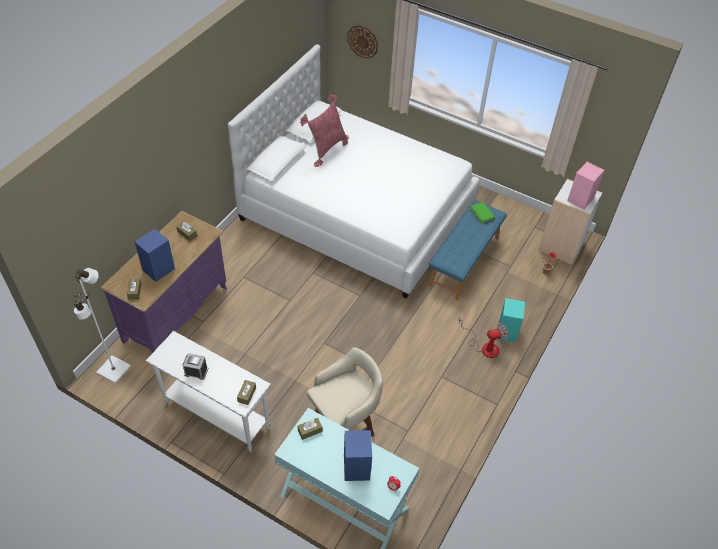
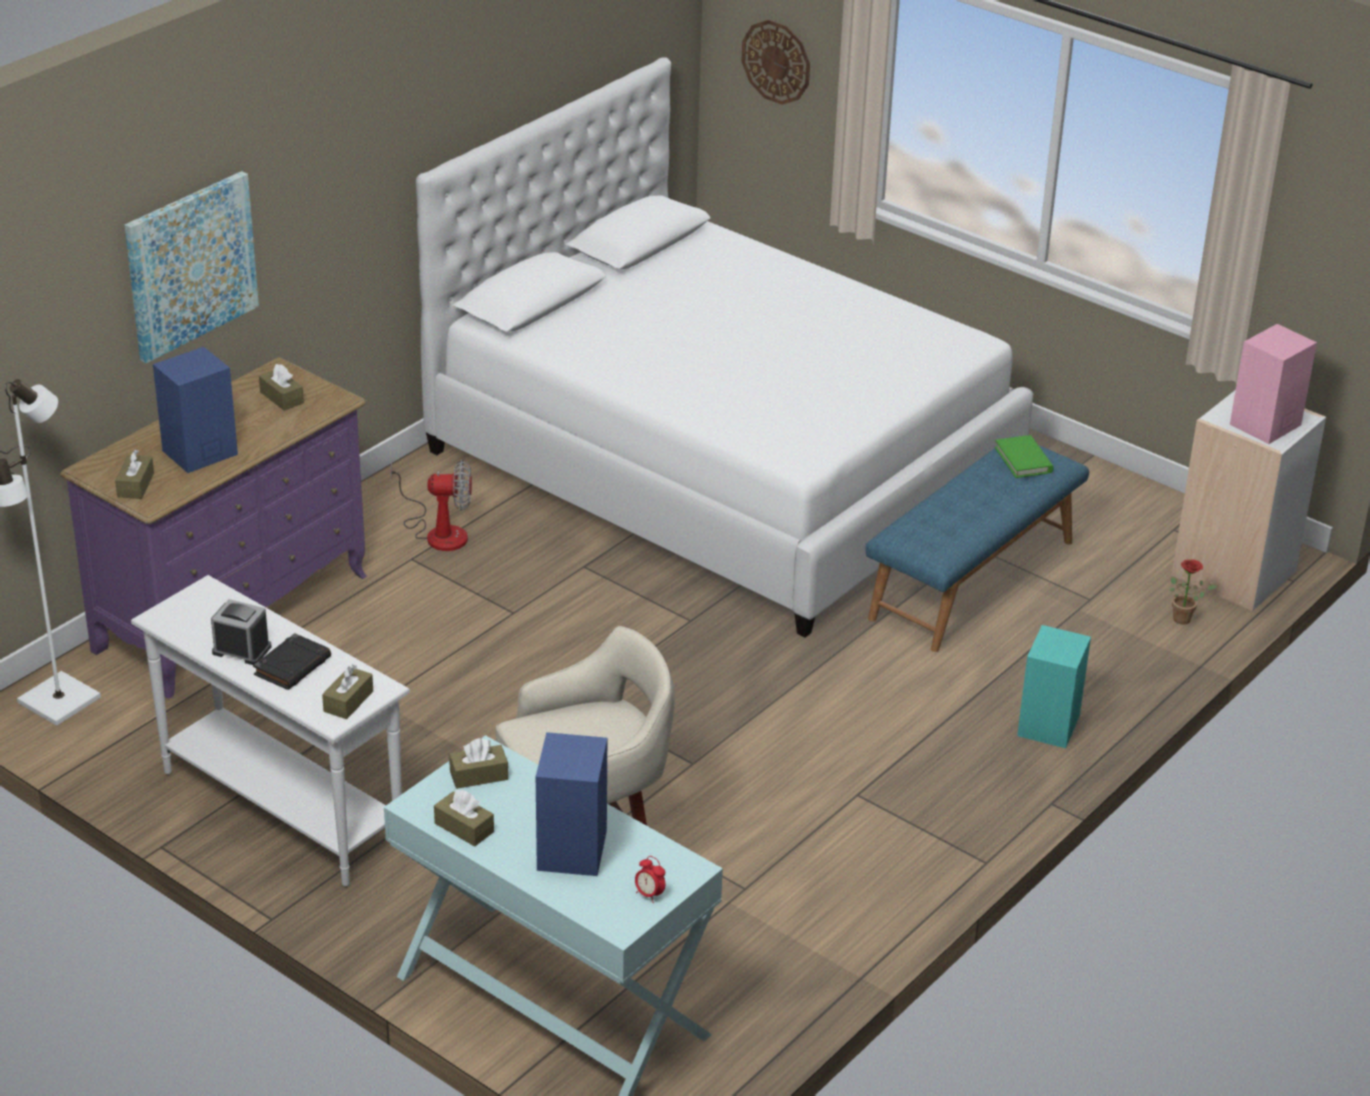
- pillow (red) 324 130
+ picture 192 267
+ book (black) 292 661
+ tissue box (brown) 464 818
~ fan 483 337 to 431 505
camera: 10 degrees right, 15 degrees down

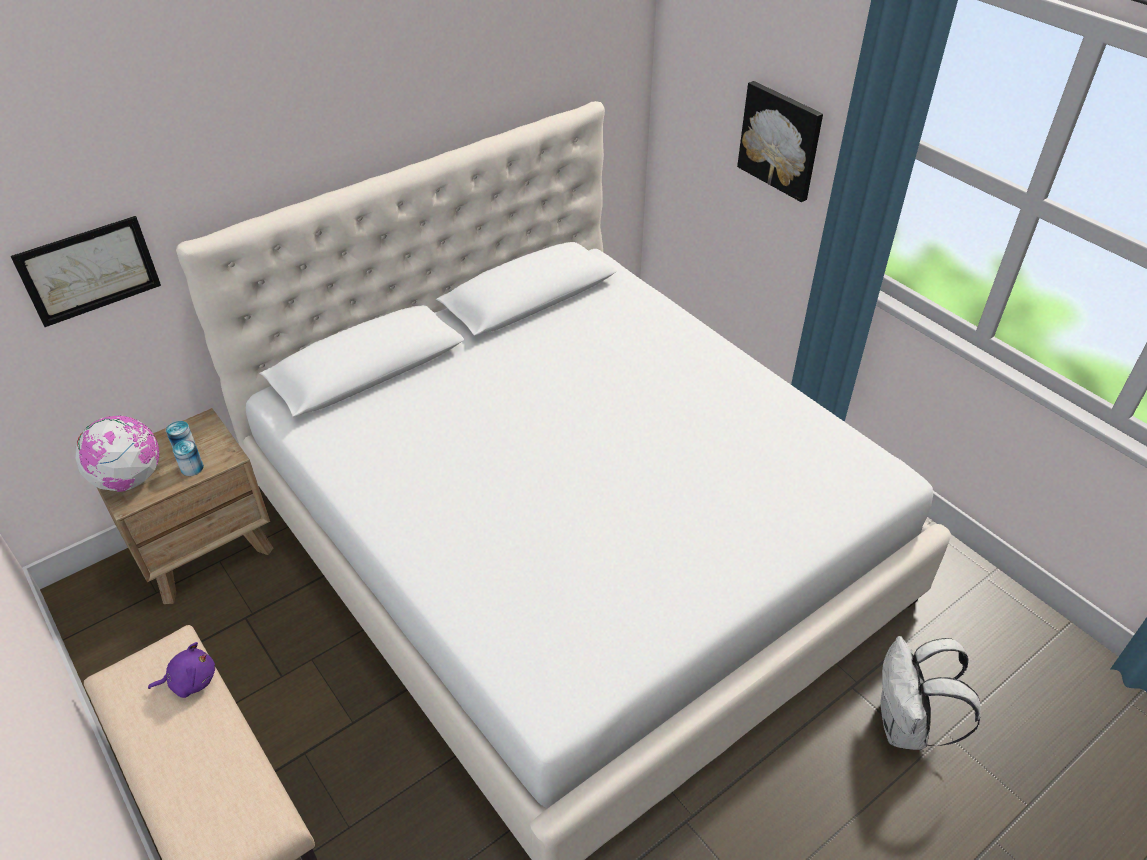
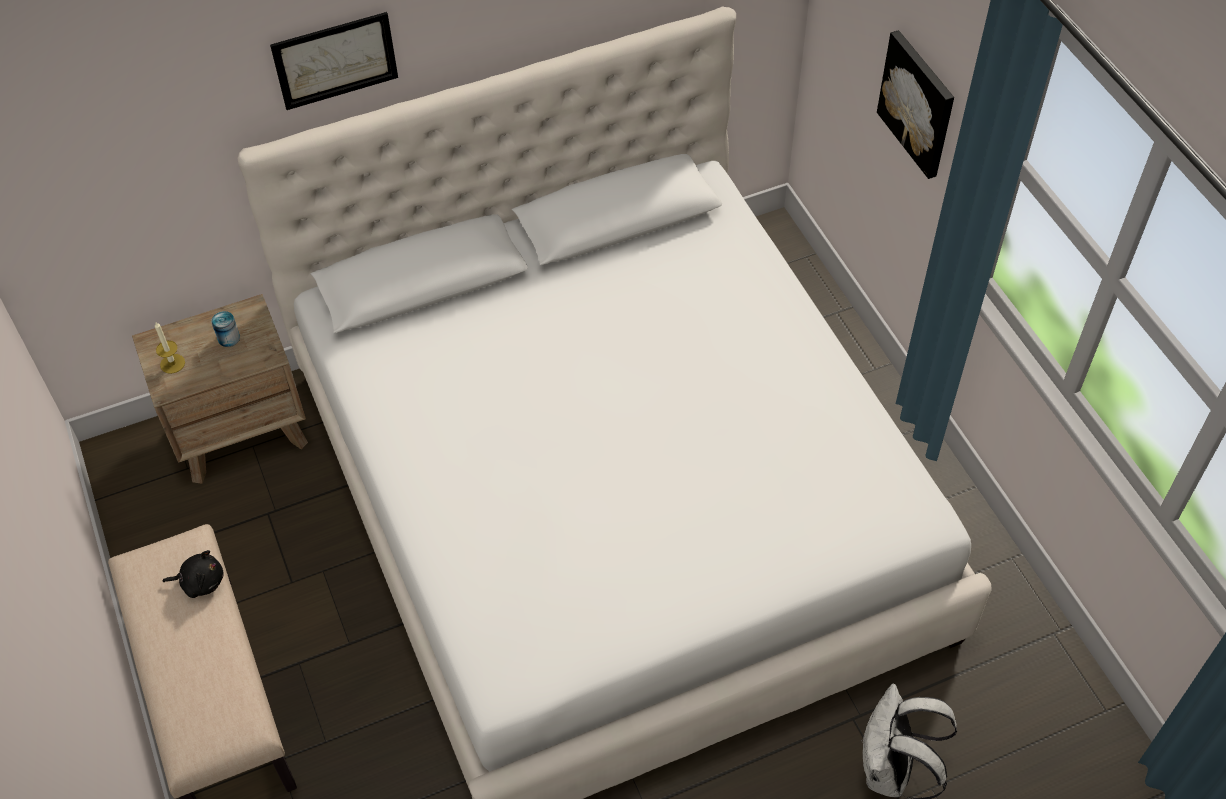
- can 188 458
~ picture 86 271 to 334 61
~ globe 117 454 to candle 170 348
~ plush toy (purple) 181 670 to plush toy (black) 193 574
camera: 15 degrees right, 10 degrees up

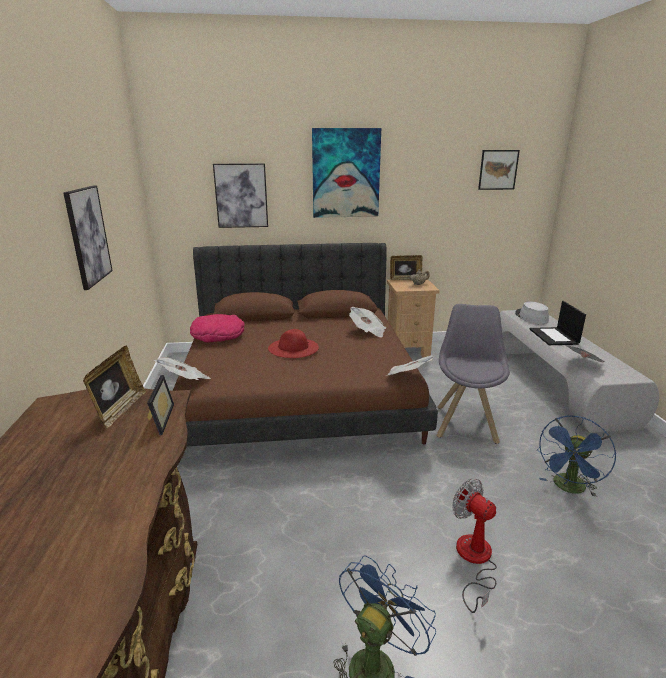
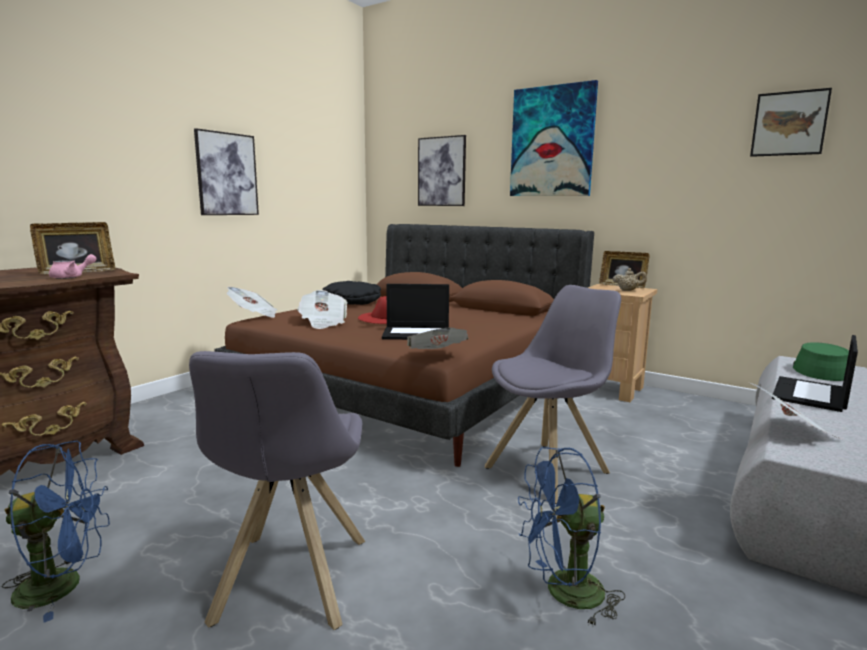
+ laptop 415 312
~ newspaper 367 322 to 322 309
~ picture frame 160 405 to teapot (pink) 73 266
~ fan 474 545 to chair (grey) 277 490
~ pillow (pink) 217 328 to pillow (black) 351 293
~ hat (grey) 532 312 to hat (green) 821 361
camera: 40 degrees right, 10 degrees down

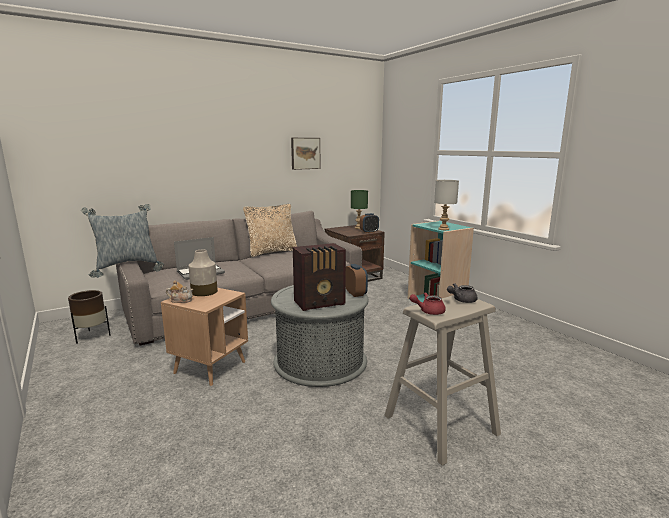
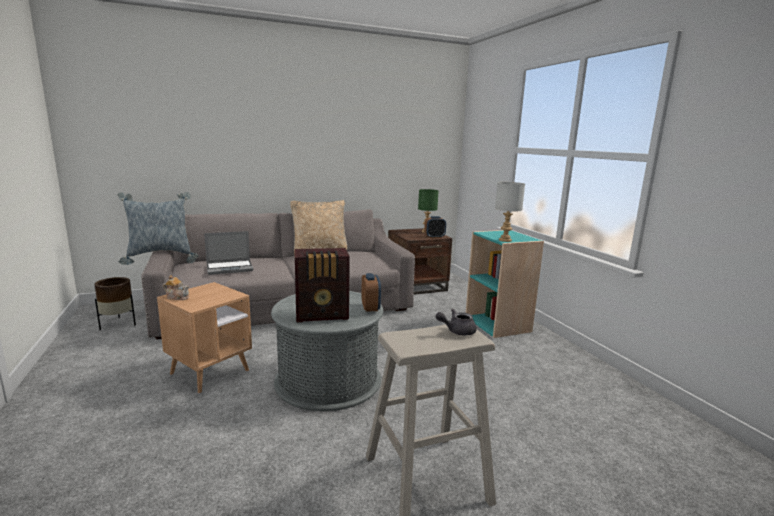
- vase (beige) 203 273
- picture 305 154
- teapot (red) 427 303
camera: 10 degrees right, 0 degrees up

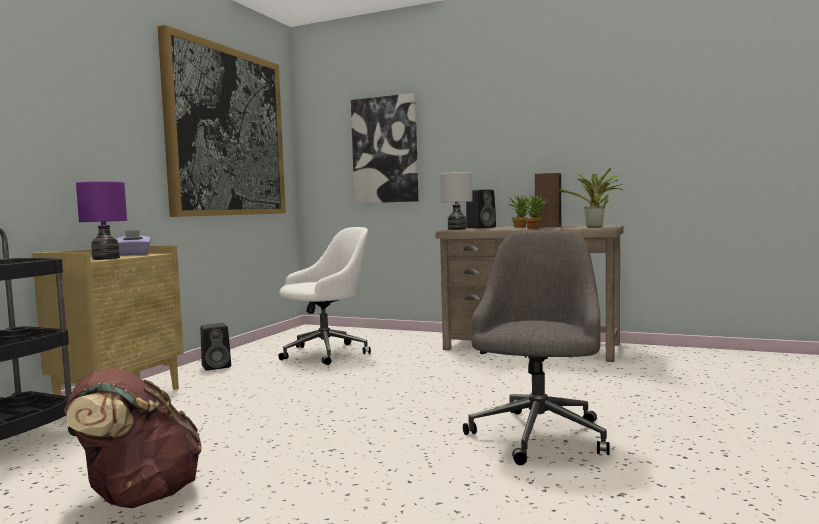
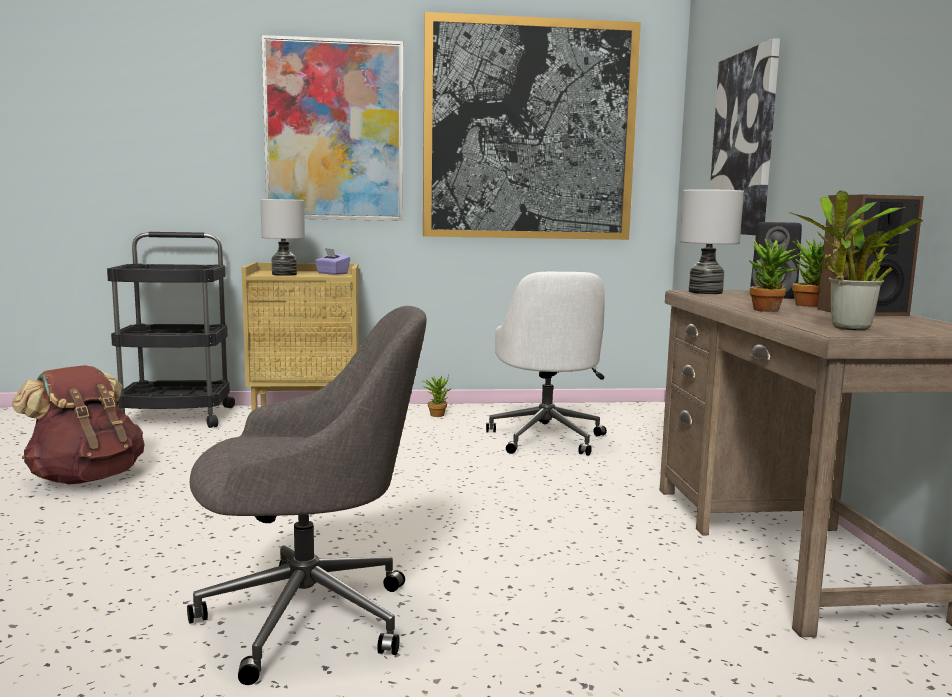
+ picture 332 128
~ speaker (black) 215 347 to potted plant 437 396
~ table lamp (purple) 101 220 to table lamp (grey) 282 237
~ office chair (white) 324 296 = 546 364 60 degrees clockwise
camera: 60 degrees right, 5 degrees up

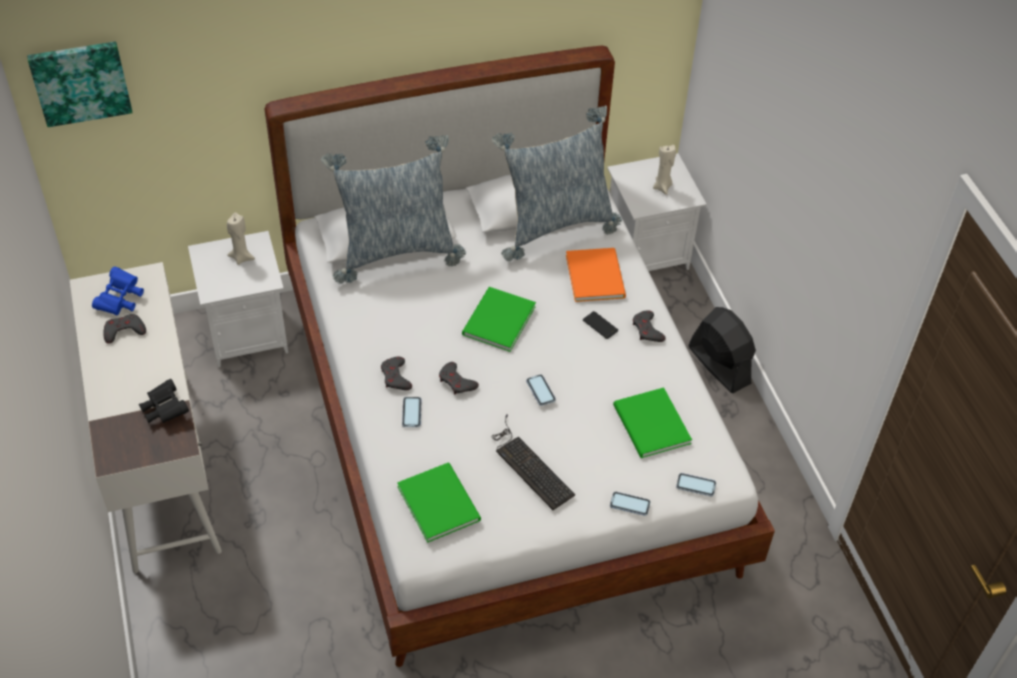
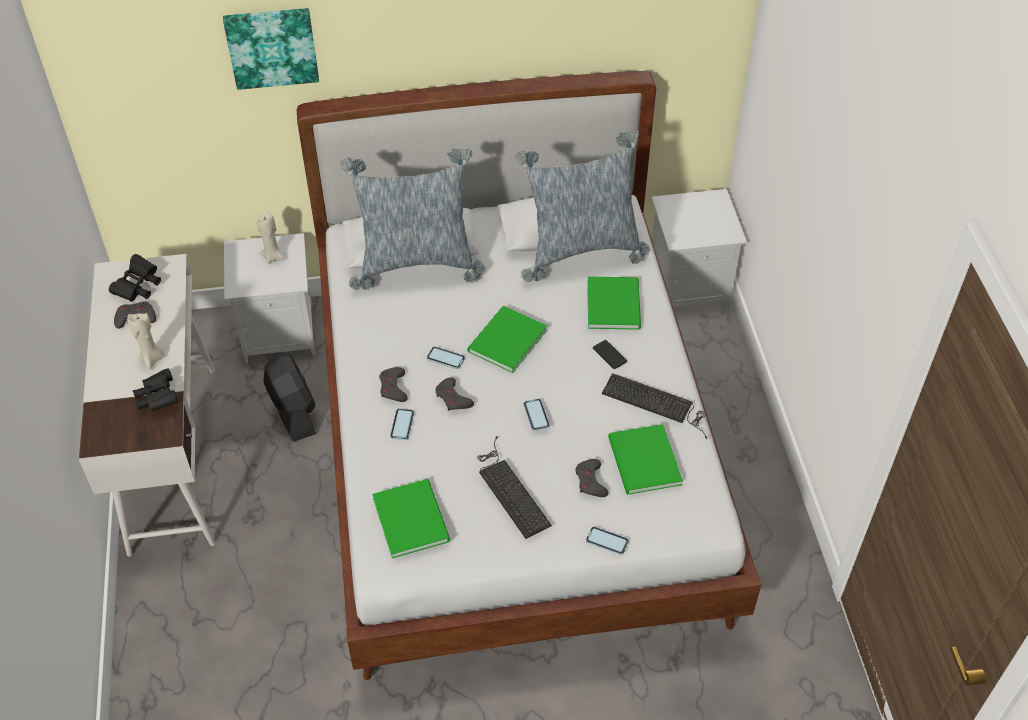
+ keyboard 654 406
~ picture 80 84 to 271 49
~ game controller (grey) 649 326 to 592 478
~ candle (beige) 664 170 to 145 341
~ phone 696 485 to 446 357
~ fan (black) 722 350 to 290 397
~ binoculars (blue) 118 291 to binoculars (black) 135 278
~ book (orange) 596 275 to book (green) 614 303
camera: 10 degrees right, 0 degrees up

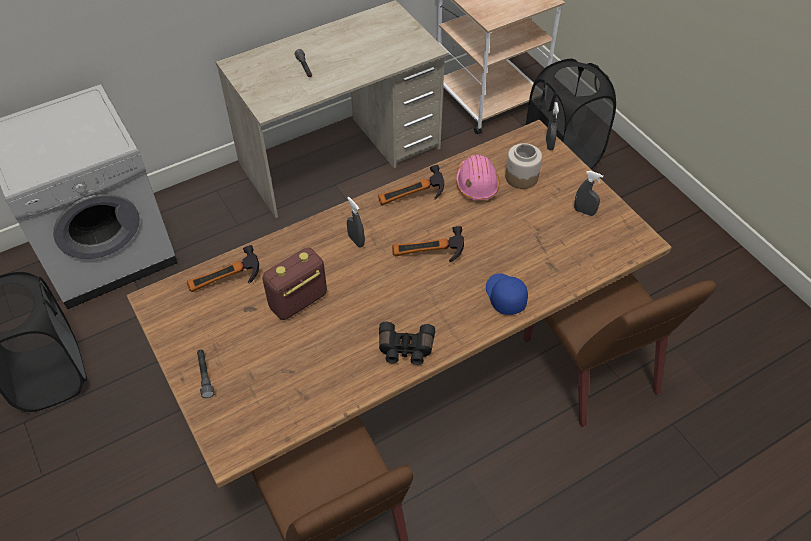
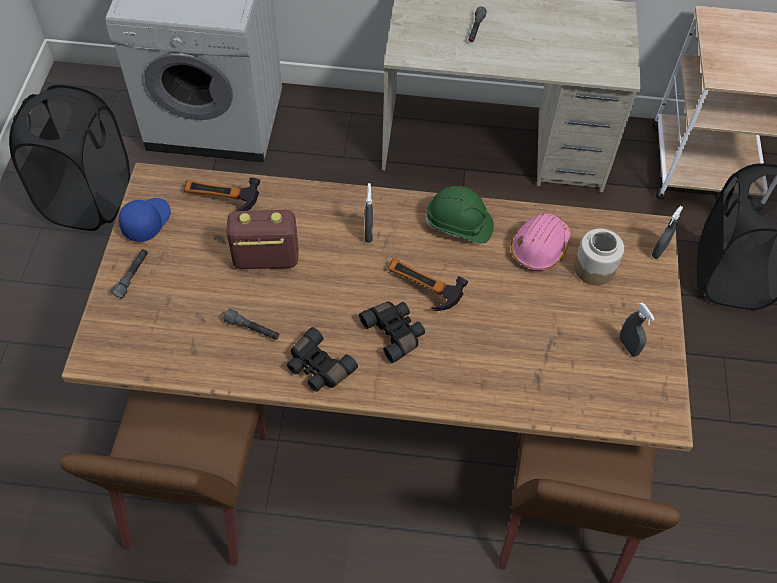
+ flashlight (grey) 251 324
+ binoculars (black) 392 332
~ cap (blue) 507 294 to 145 220
~ hammer 411 185 to hard hat (green) 459 215
camera: 35 degrees right, 5 degrees up

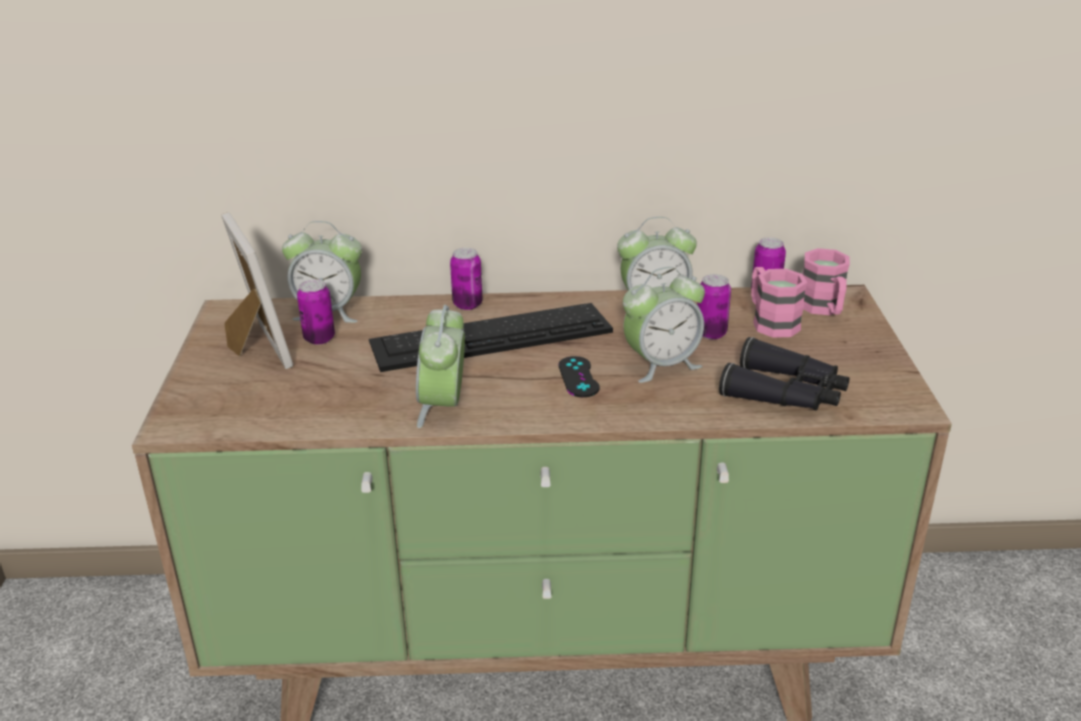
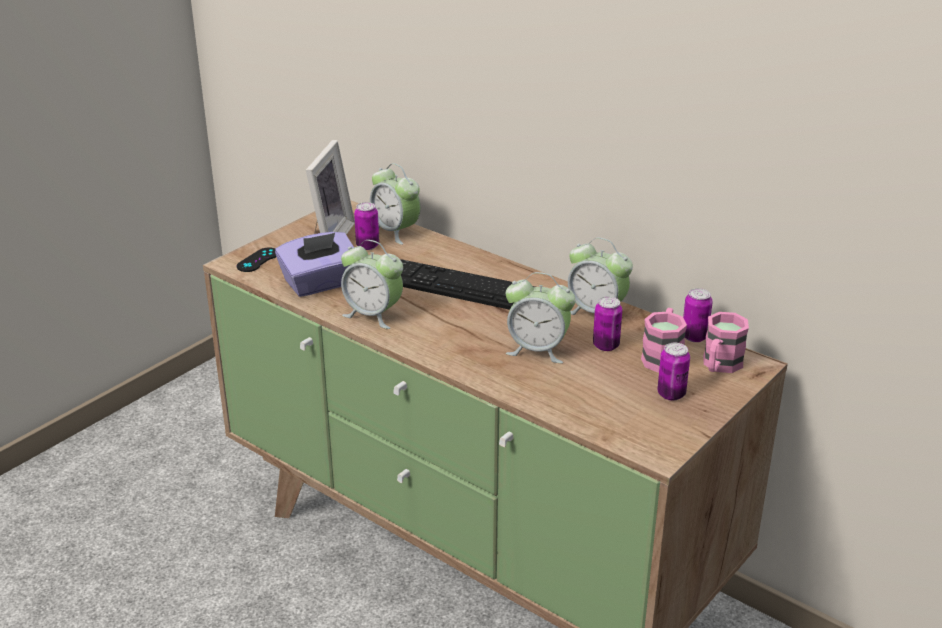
- binoculars (black) 784 374
+ tissue box (purple) 314 264
~ can 466 279 to 673 371
~ game controller (black) 579 376 to 256 259
~ alarm clock 440 366 = 372 284 105 degrees counterclockwise
camera: 40 degrees right, 0 degrees up

